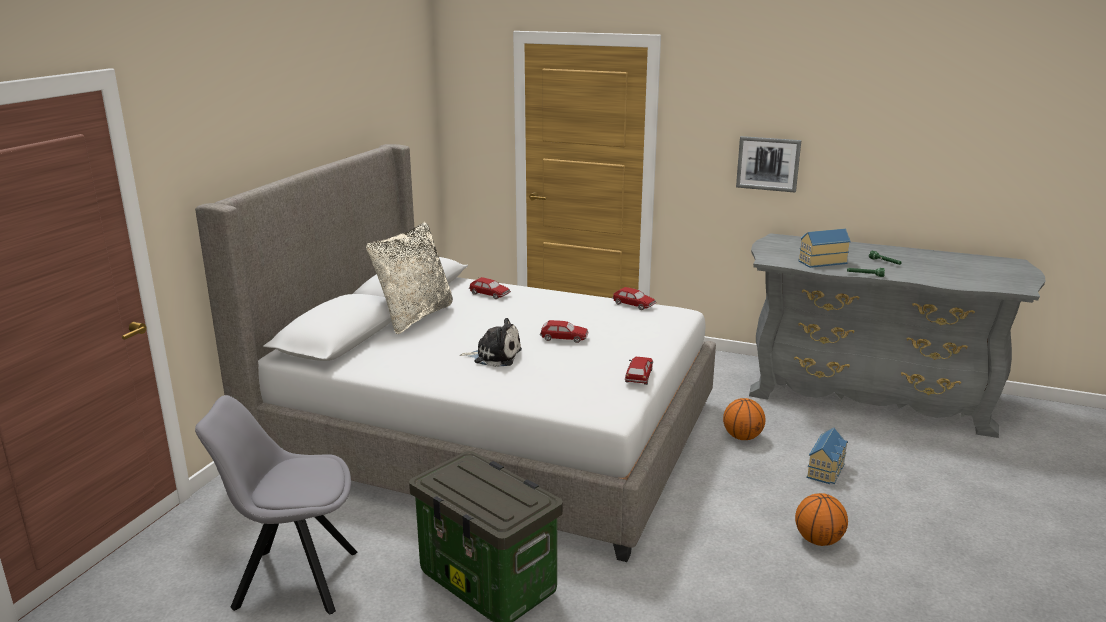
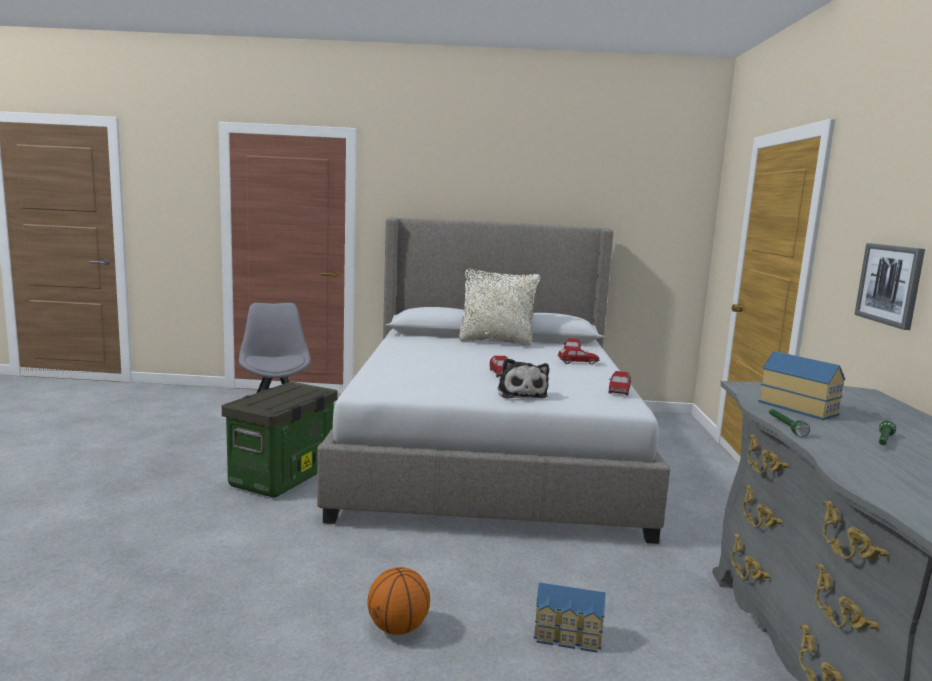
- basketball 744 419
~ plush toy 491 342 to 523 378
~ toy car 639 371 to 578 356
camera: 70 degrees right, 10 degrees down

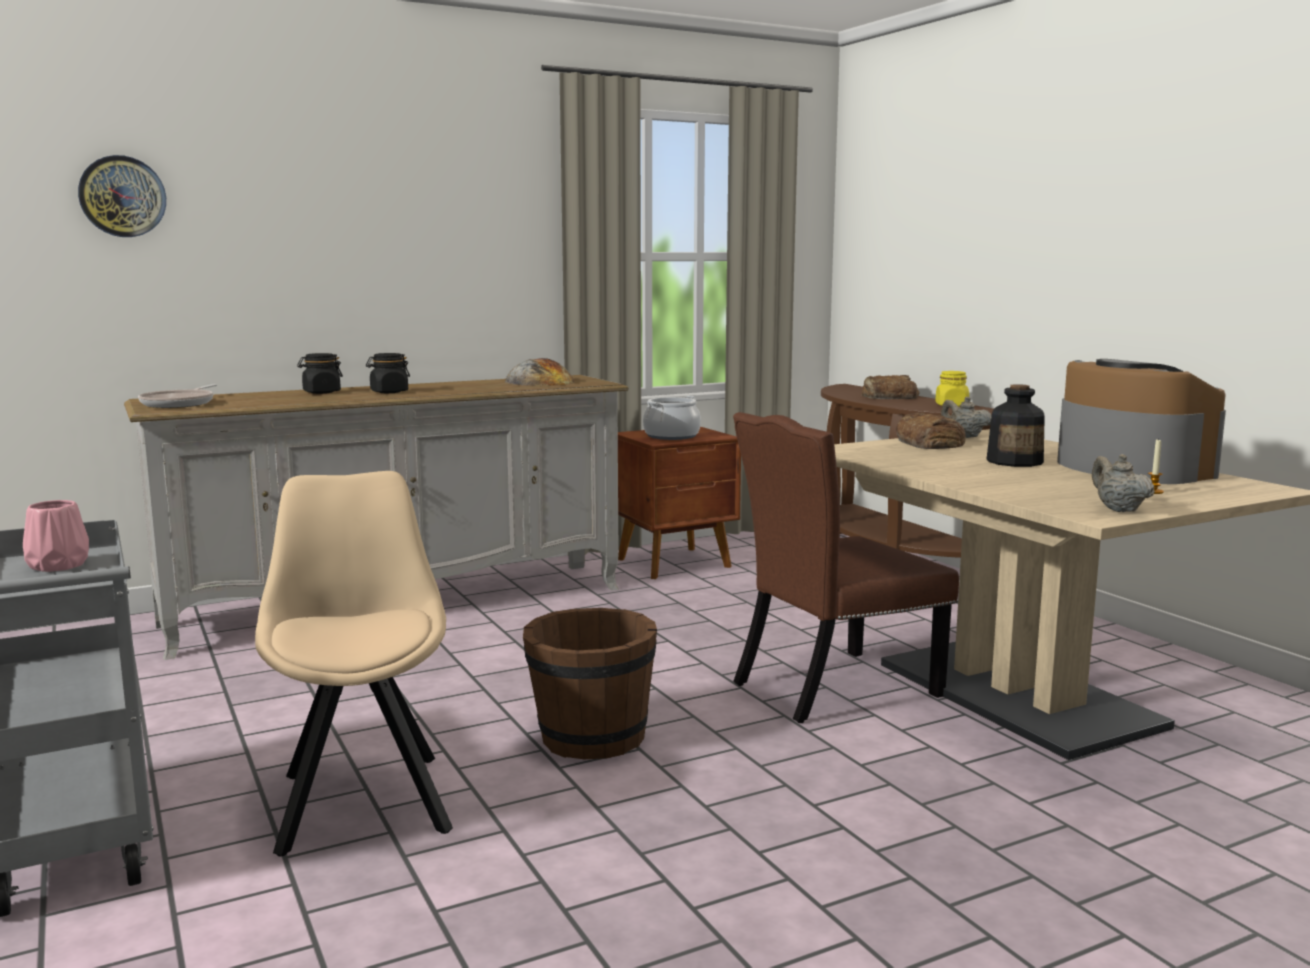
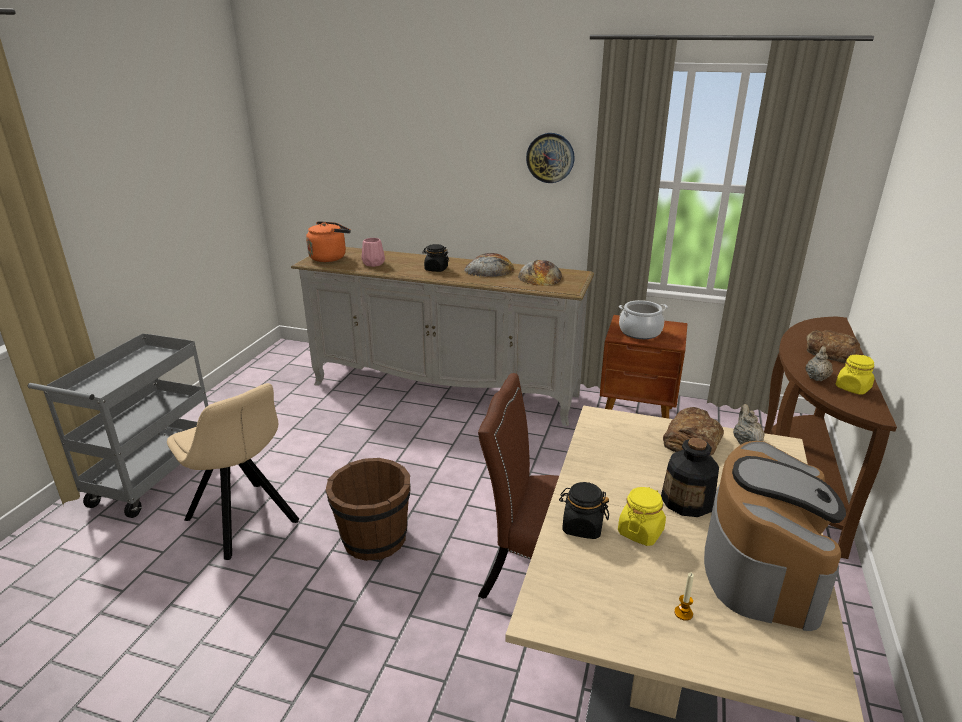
+ bread 489 265
+ jar (yellow) 642 516
~ vase (pink) 56 536 to 373 252
~ wall clock 122 196 to 550 158
~ jar (black) 320 373 to 584 510
~ teapot (beige) 1123 483 to 819 364
~ frying pan 177 396 to kettle (orange) 328 241
~ chair (beige) 354 663 = 233 471 105 degrees clockwise
camera: 45 degrees right, 15 degrees up

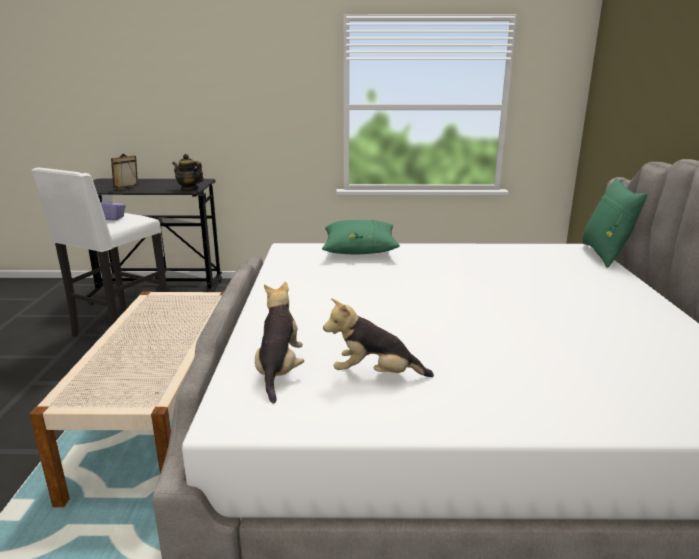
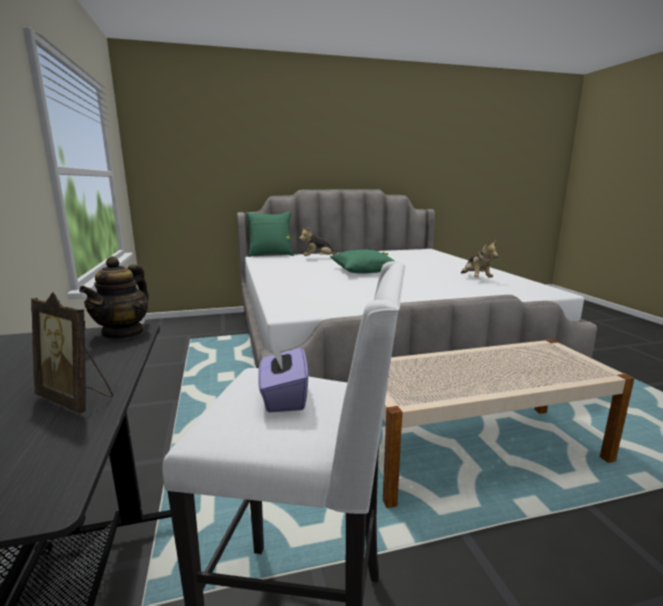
~ plush toy 279 343 to 318 242
~ pillow (green) 361 237 to 362 261
camera: 105 degrees left, 5 degrees down

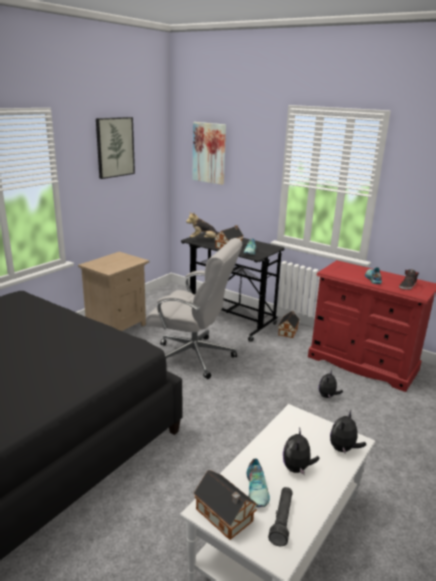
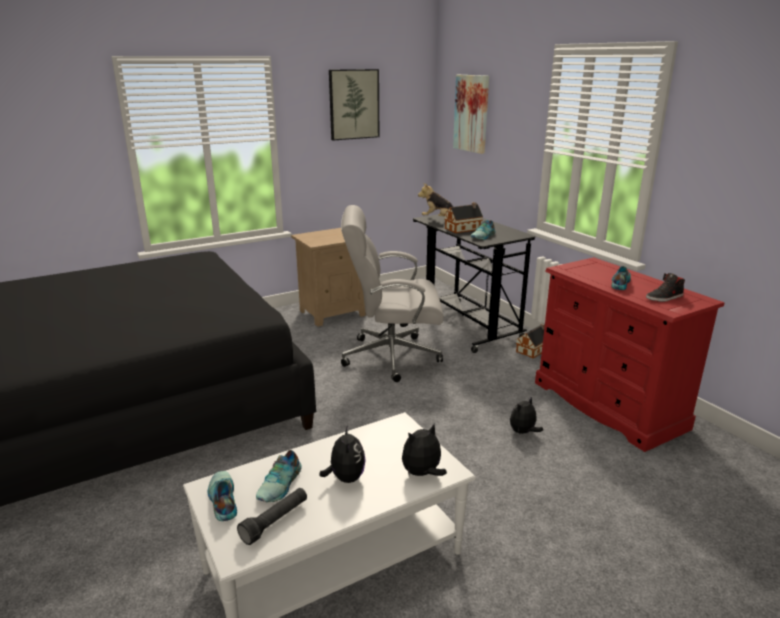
~ toy house 226 505 to shoe 222 496
~ office chair (grey) 194 308 = 392 293 135 degrees clockwise
~ plush toy 301 451 = 342 454 135 degrees clockwise
camera: 25 degrees right, 0 degrees up

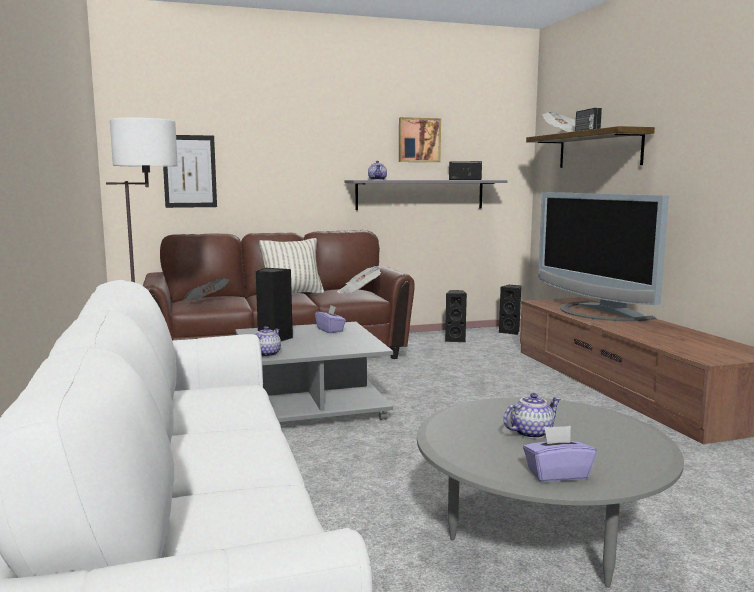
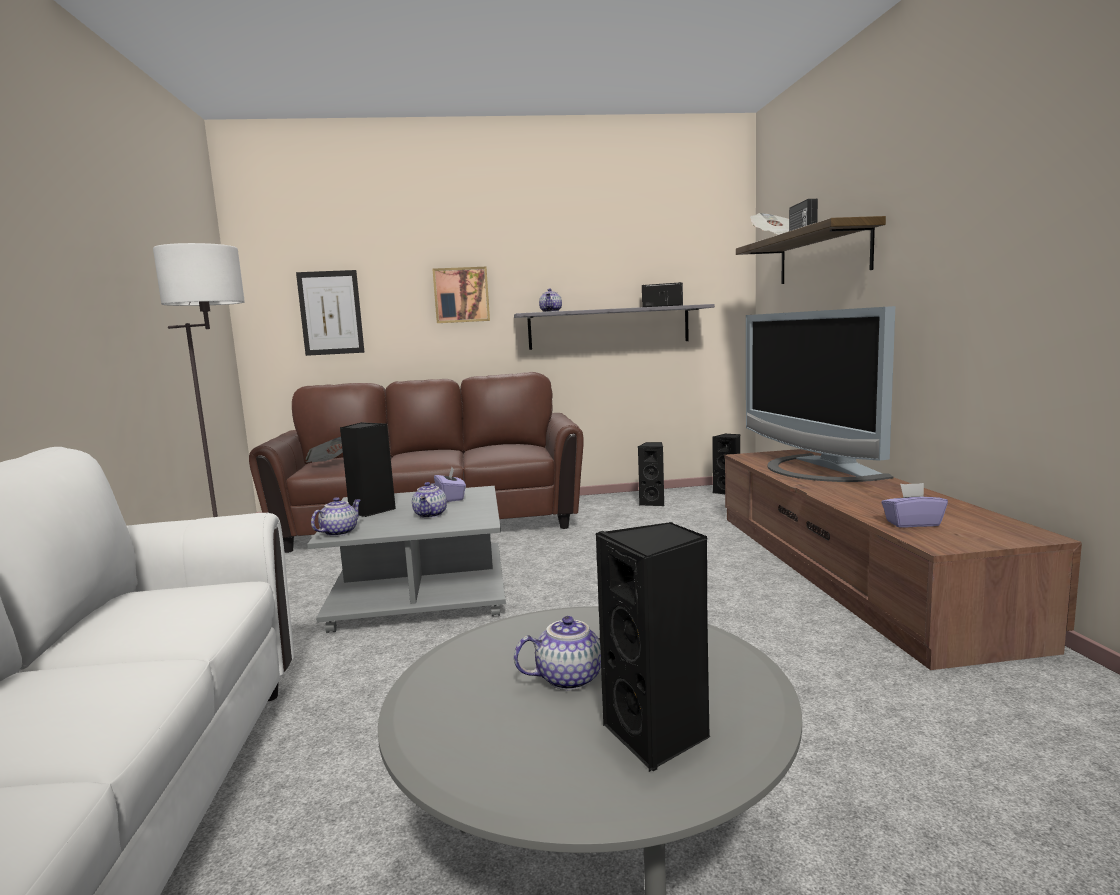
- pillow 291 266
- newspaper 359 279
+ teapot 429 500
+ speaker (black) 653 647
~ picture 420 139 to 461 295
~ tissue box (purple) 560 454 to 914 505
camera: 10 degrees right, 0 degrees up

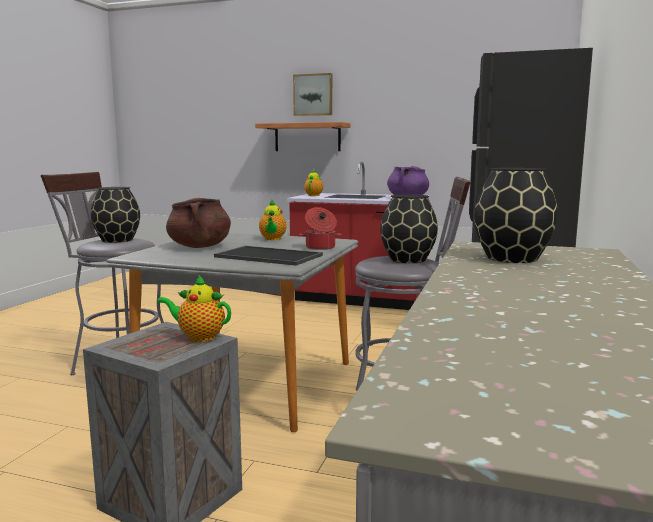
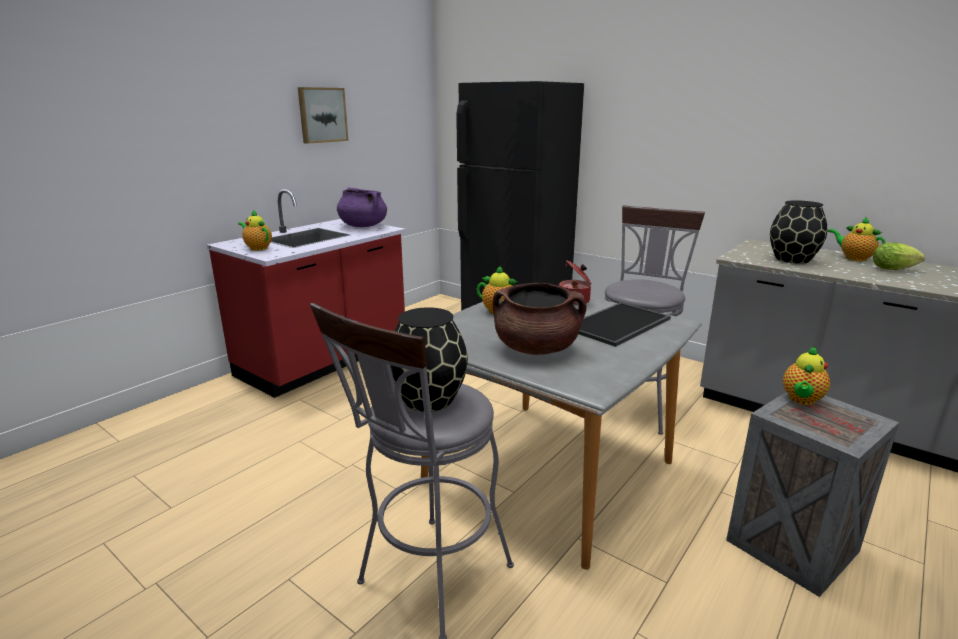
- shelf 302 136
- vase (black) 409 228
+ teapot 856 238
+ lettuce 899 256
~ picture 312 94 to 323 115
camera: 70 degrees left, 10 degrees up

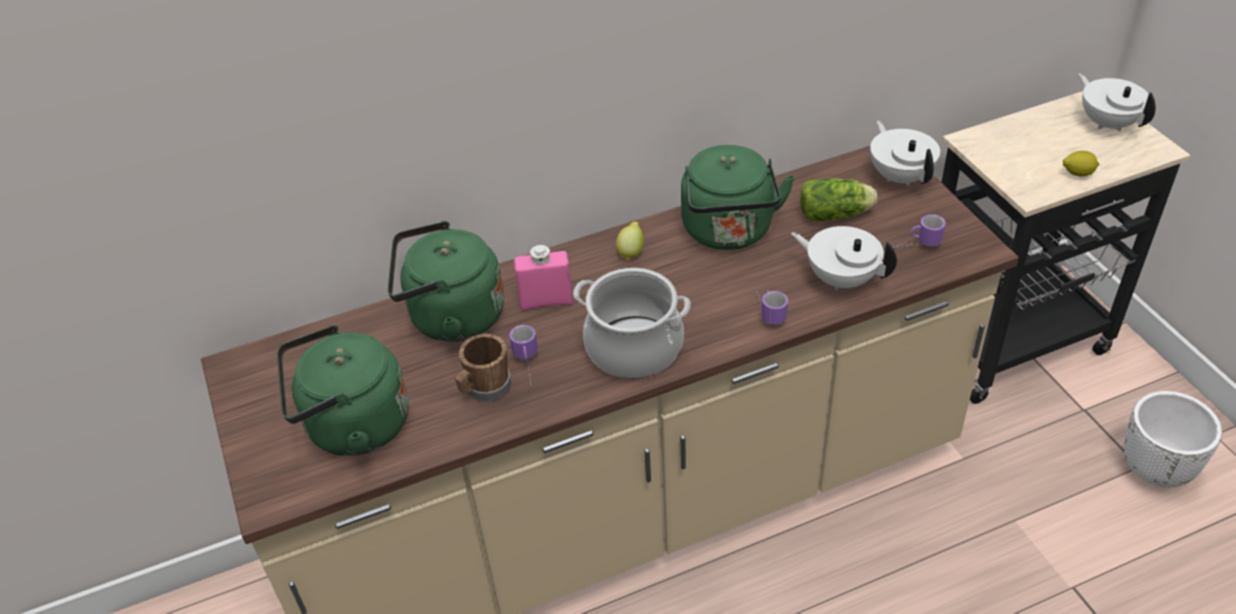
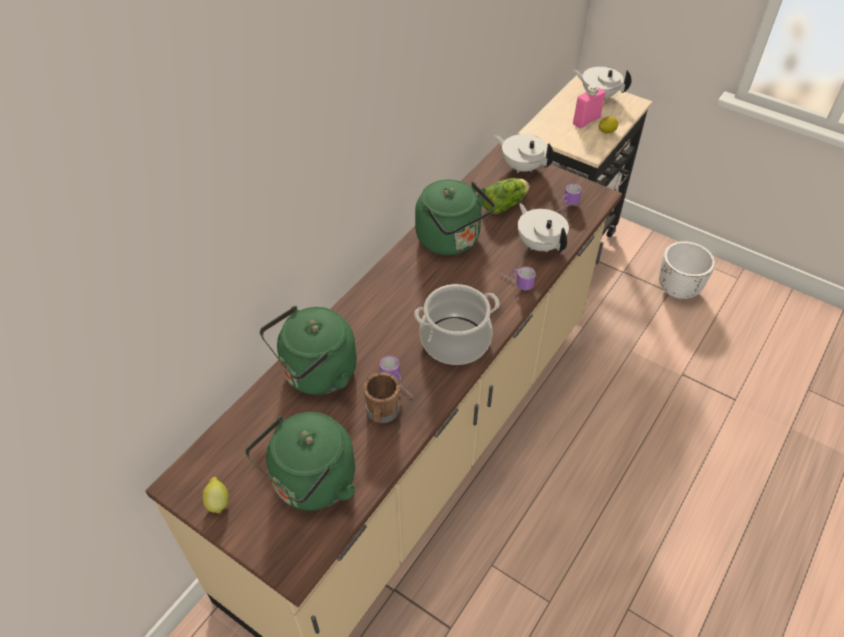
~ bottle (pink) 543 278 to 589 107
~ lemon 630 241 to 216 495
~ teapot (white) 844 258 = 543 227 60 degrees clockwise
camera: 35 degrees left, 5 degrees up

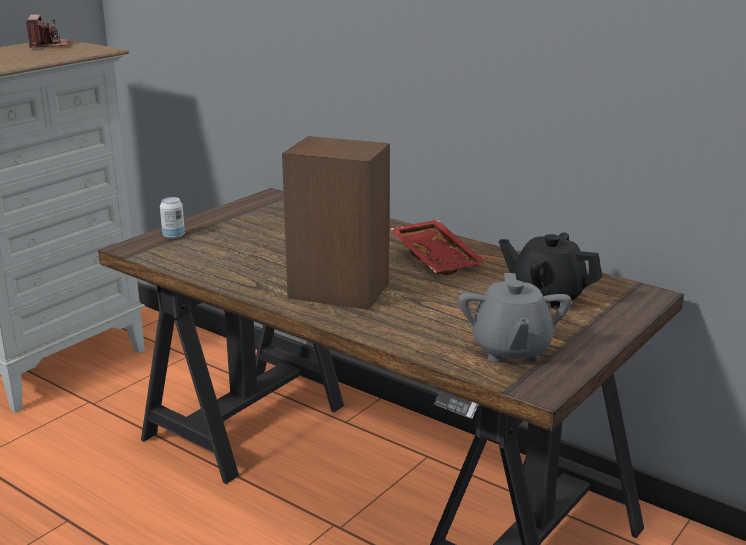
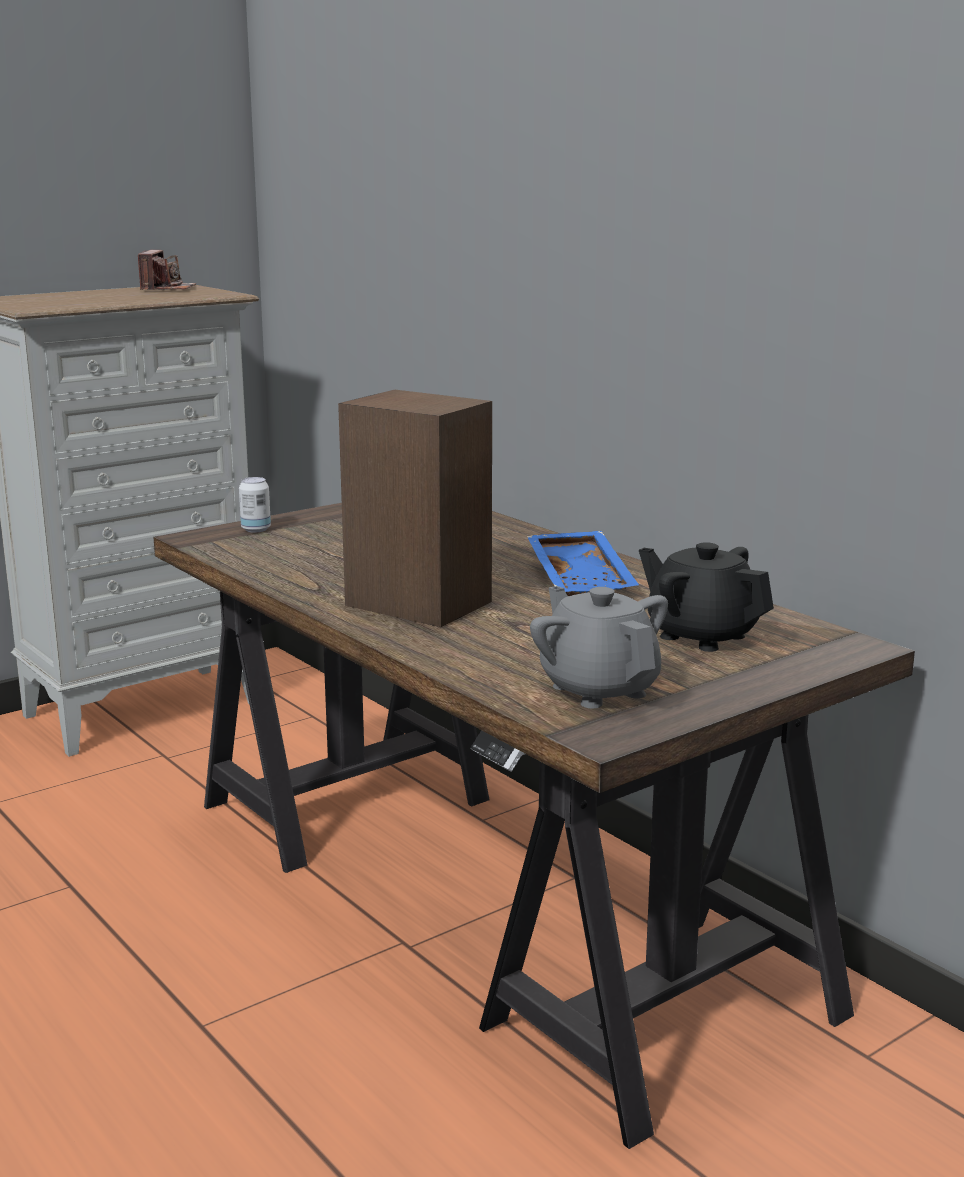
~ tray (red) 437 247 to tray (blue) 583 563
~ teapot (grey) 514 317 = 599 647 135 degrees clockwise
camera: 15 degrees right, 5 degrees down

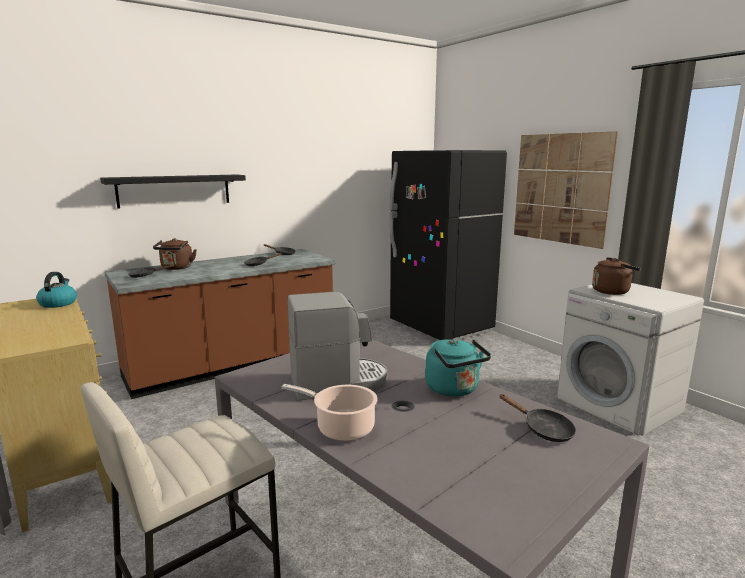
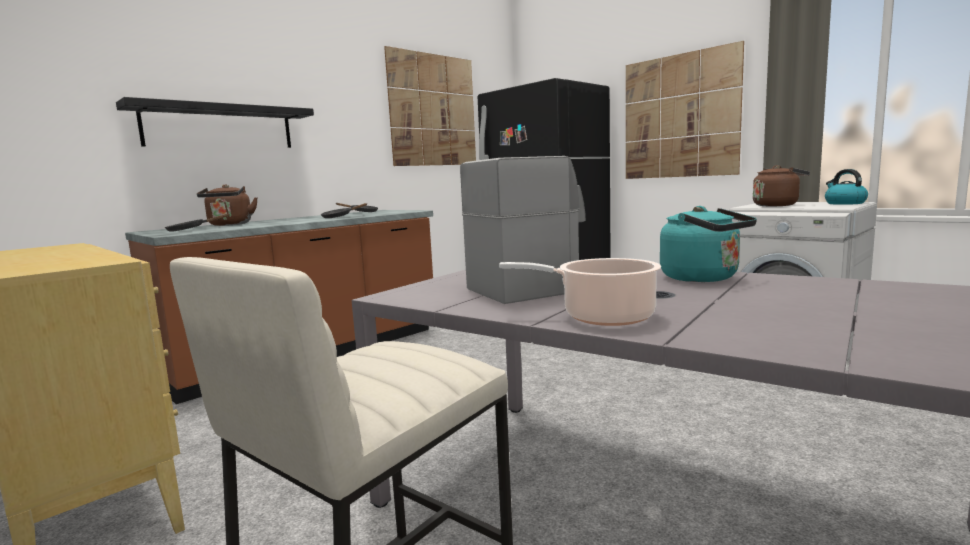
- frying pan (black) 537 418
+ picture 430 106
~ kettle 56 290 to 846 187
camera: 10 degrees left, 5 degrees down

